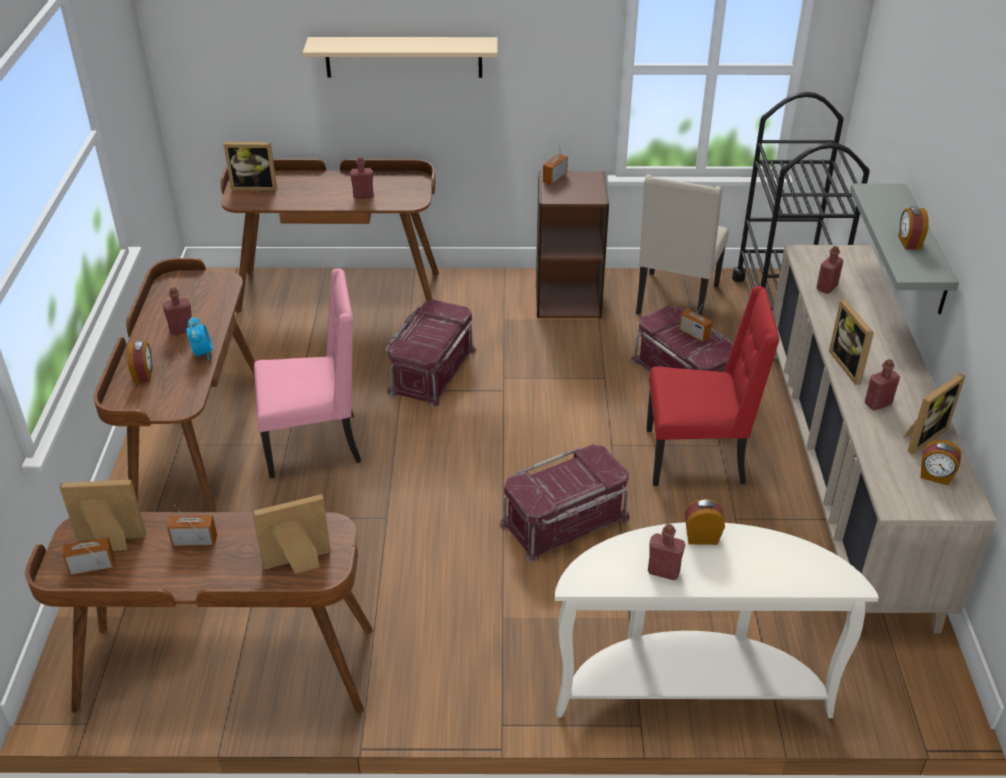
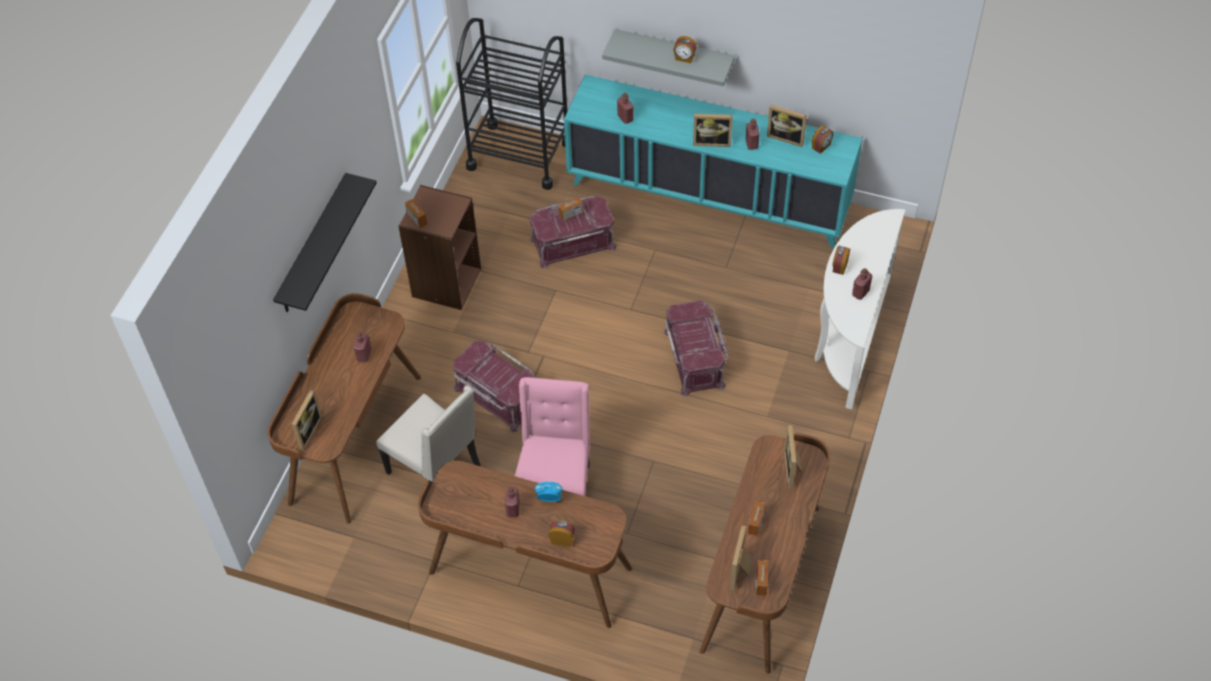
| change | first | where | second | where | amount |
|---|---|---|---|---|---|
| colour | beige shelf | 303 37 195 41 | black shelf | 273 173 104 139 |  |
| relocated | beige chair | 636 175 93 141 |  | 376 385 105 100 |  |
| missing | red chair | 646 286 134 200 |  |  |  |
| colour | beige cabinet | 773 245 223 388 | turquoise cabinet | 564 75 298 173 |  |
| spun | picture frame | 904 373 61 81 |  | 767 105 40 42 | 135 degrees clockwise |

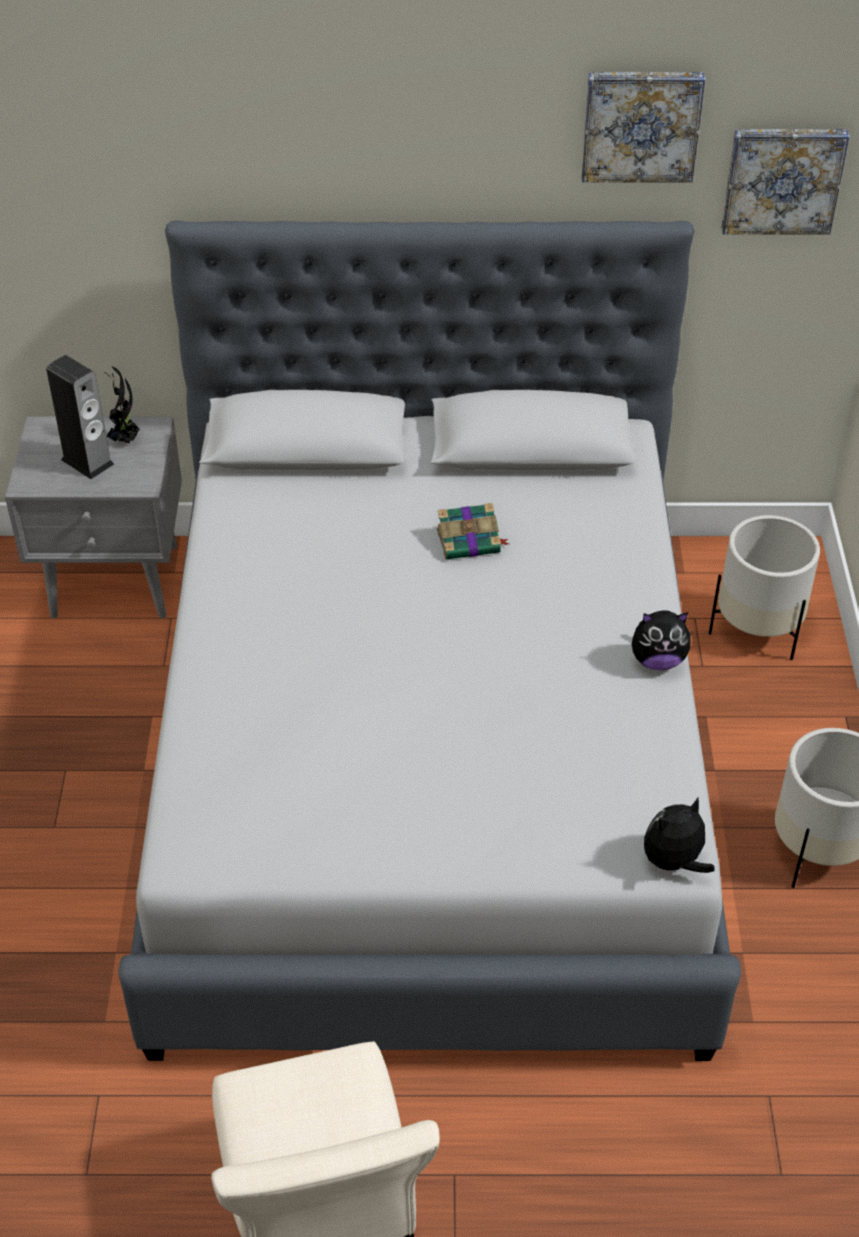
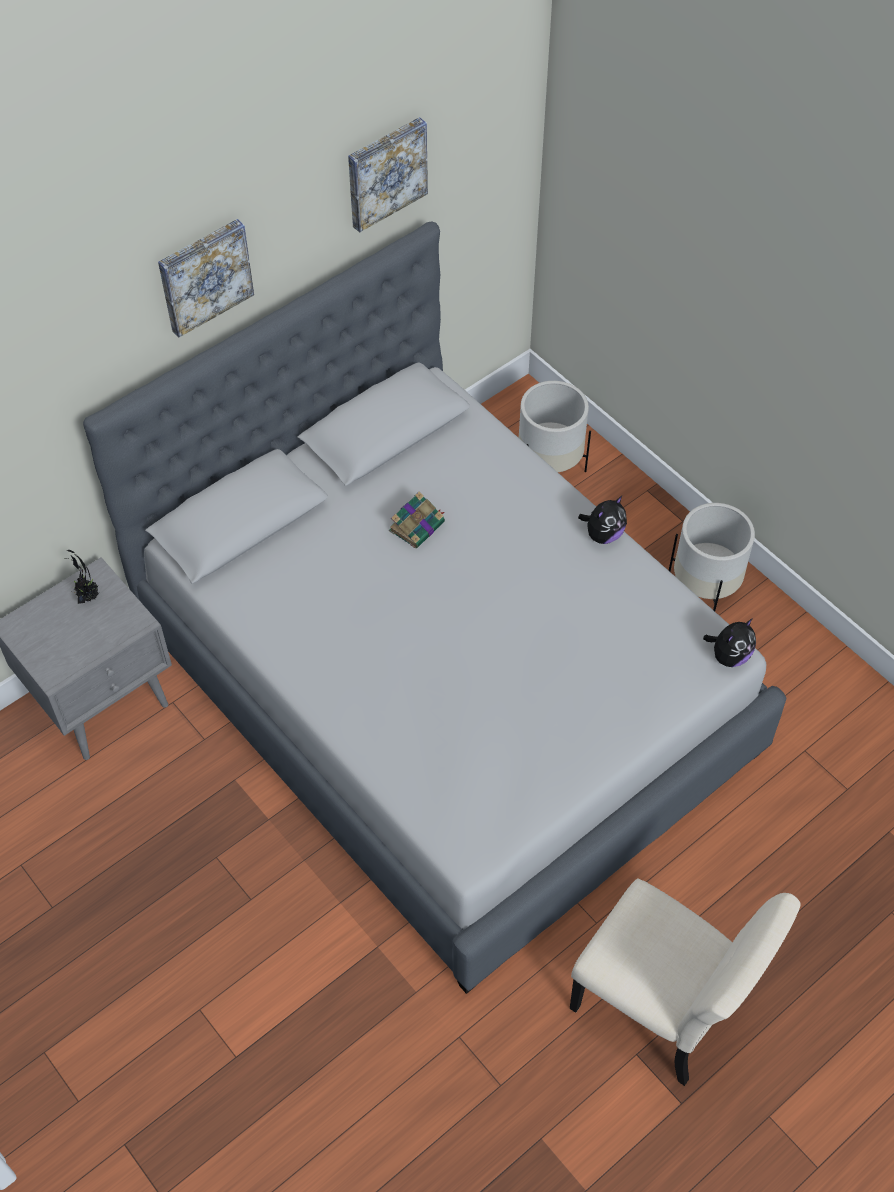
| change | first | where | second | where | amount |
|---|---|---|---|---|---|
| missing | speaker | 46 355 68 124 |  |  |  |
| spun | plush toy | 644 798 71 78 |  | 703 618 53 49 | 150 degrees counterclockwise |
| relocated | picture | 721 129 129 106 |  | 158 219 96 118 |  |

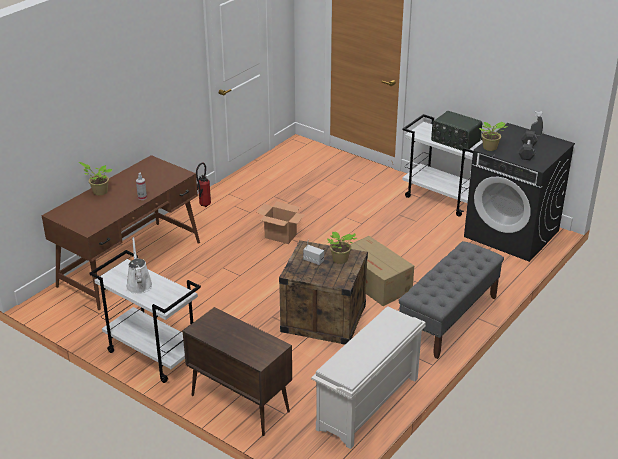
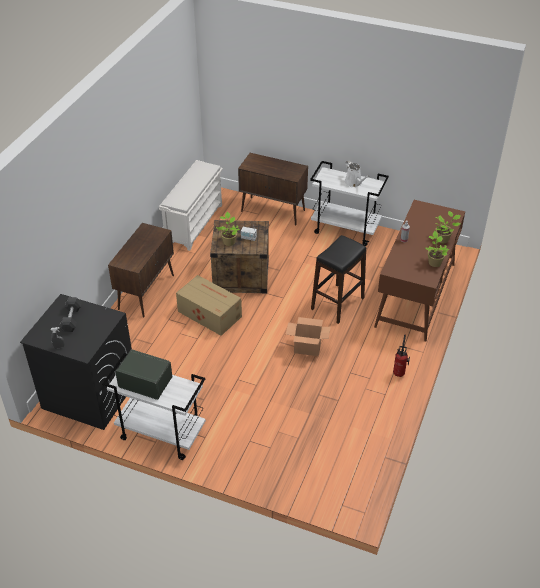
| change | first | where | second | where | amount |
|---|---|---|---|---|---|
| exchanged | grey bench | 399 241 105 118 | brown cabinet | 108 223 66 94 |  |
| relocated | potted plant | 479 122 28 29 |  | 425 231 24 36 |  |
| appeared |  |  | black stool | 311 235 55 89 |  |

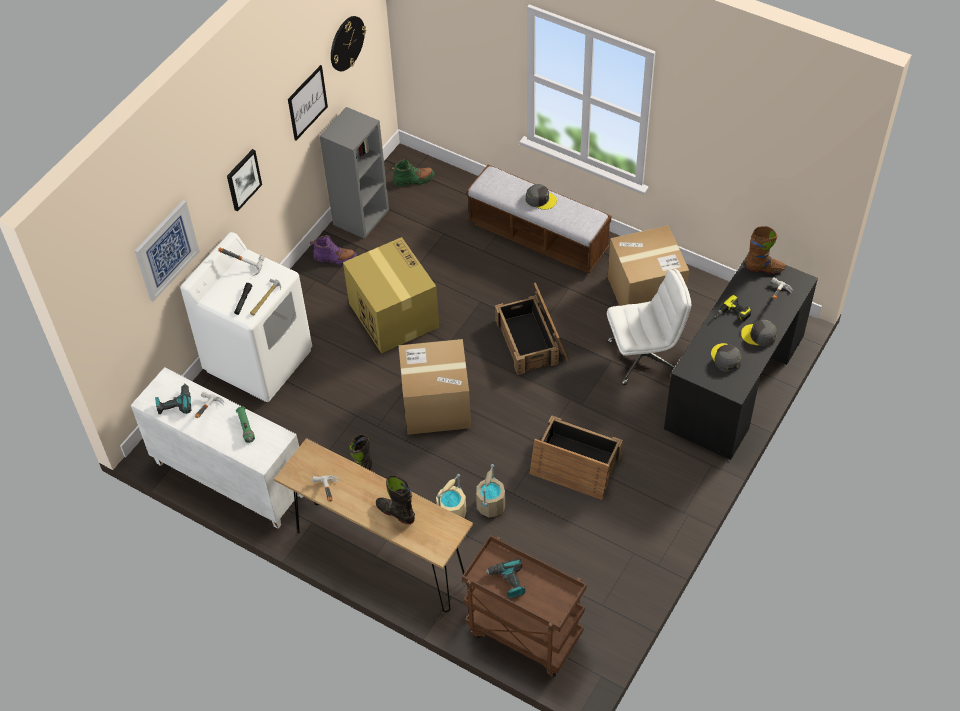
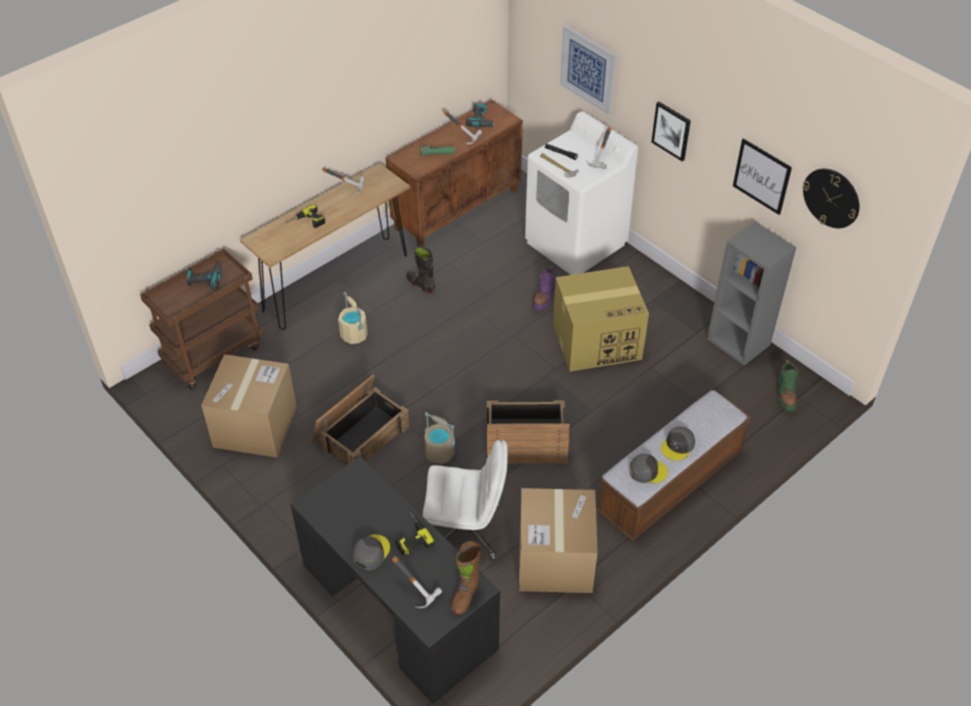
| change | first | where | second | where | amount |
|---|---|---|---|---|---|
| colour | white cabinet | 131 367 172 162 | brown cabinet | 386 100 137 146 |  |
| relocated | purple boot | 310 235 47 30 |  | 532 266 24 45 |  |
| exchanged | black boot | 376 475 39 49 | power drill | 285 205 40 23 |  |
| relocated | cardboard box | 399 339 72 96 |  | 201 354 96 104 |  |
| relocated | beige bucket | 476 464 29 53 |  | 424 412 31 52 |  |
| spun | white office chair | 607 269 84 116 |  | 423 440 85 120 | 90 degrees counterclockwise |
| relocated | grey cap | 711 343 31 29 |  | 629 454 39 29 |  |

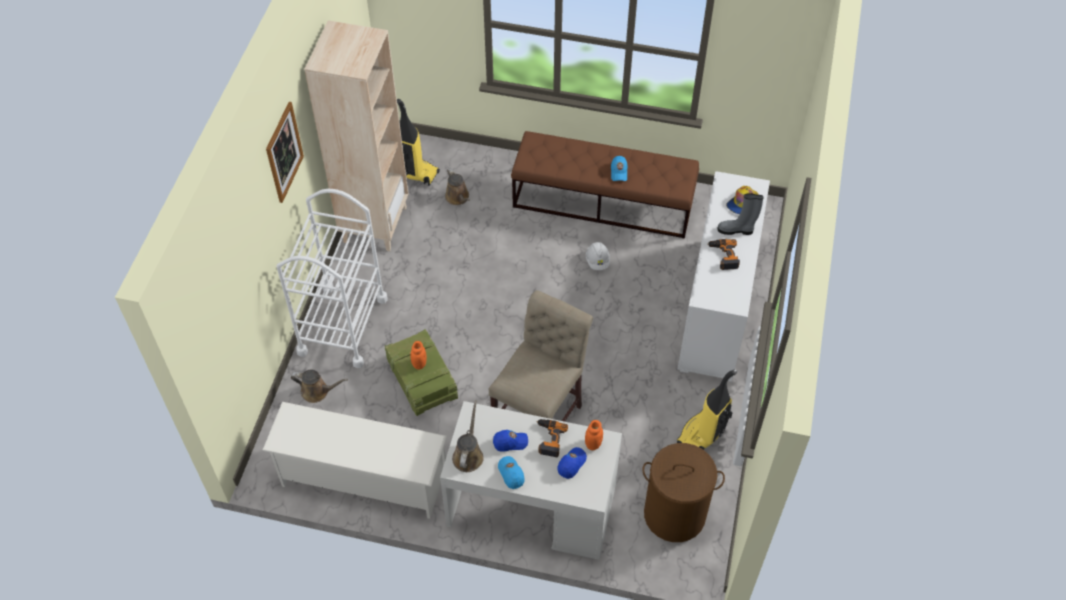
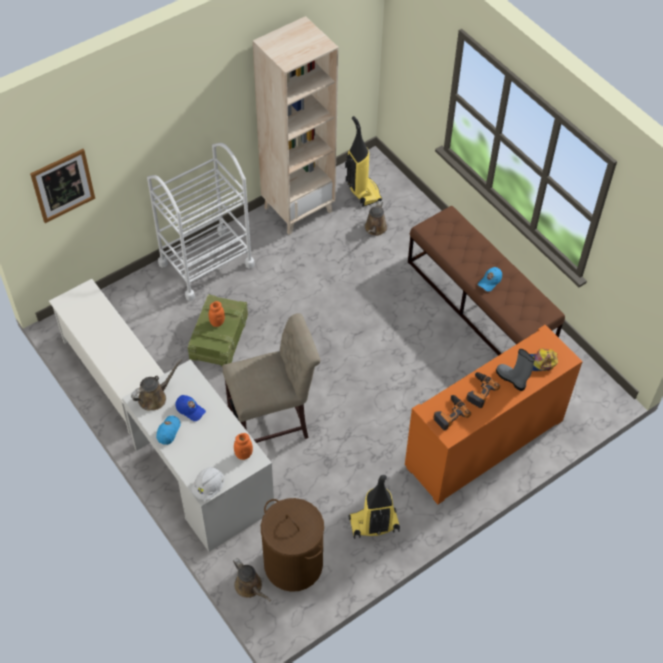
| change | first | where | second | where | amount |
|---|---|---|---|---|---|
| relocated | picture | 266 102 38 101 |  | 30 149 65 74 |  |
| relocated | brown watering can | 291 370 57 33 |  | 233 558 38 43 |  |
| relocated | power drill | 536 419 32 38 |  | 433 395 38 36 |  |
| missing | blue cap | 557 447 30 32 |  |  |  |
| relocated | white hard hat | 586 242 24 28 |  | 192 467 32 33 |  |
| colour | white cabinet | 677 171 93 211 | orange cabinet | 405 325 178 179 |  |

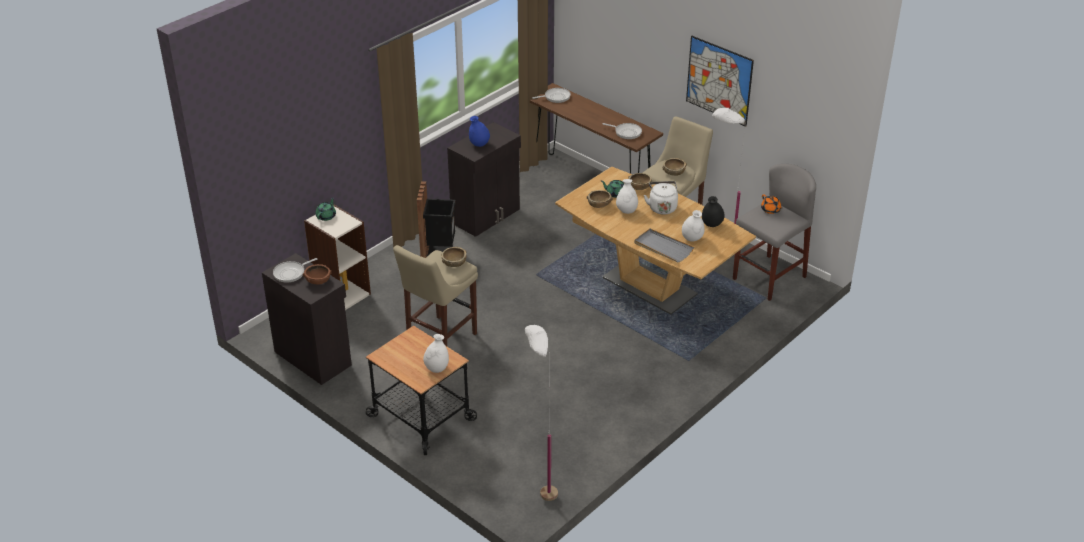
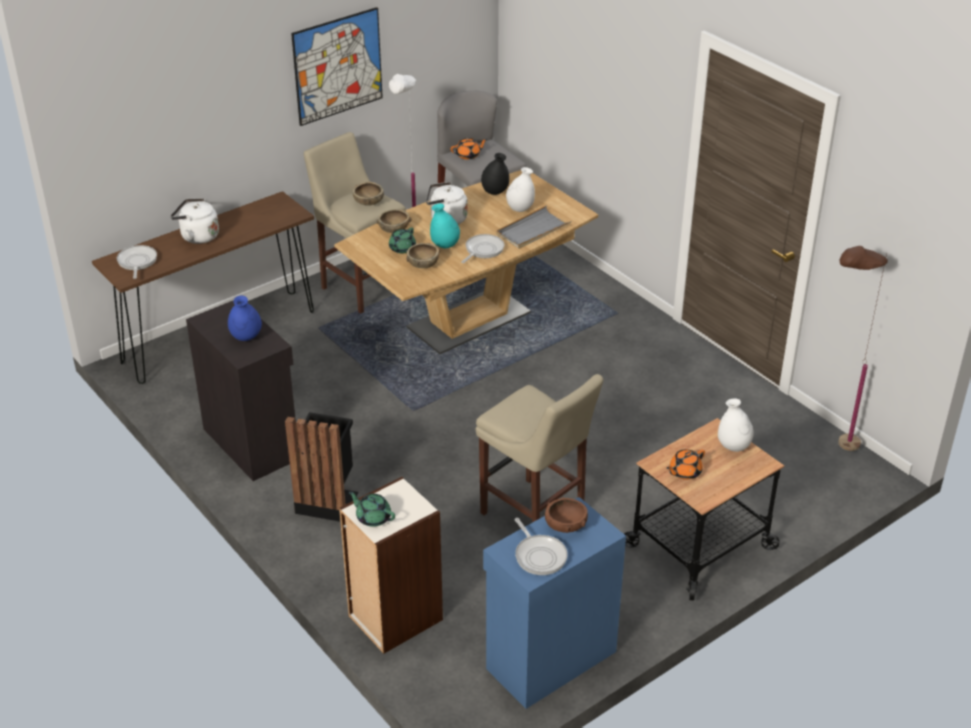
| change | first | where | second | where | amount |
|---|---|---|---|---|---|
| colour | black cabinet | 262 253 90 132 | blue cabinet | 483 497 143 212 |  |
| missing | brown bowl | 441 247 26 20 |  |  |  |
| colour | white floor lamp | 525 325 33 176 | brown floor lamp | 838 246 50 205 |  |
| relocated | frying pan | 603 123 39 16 |  | 461 234 43 29 |  |
| colour | white vase | 616 179 22 35 | turquoise vase | 430 203 30 45 |  |
| appeared |  |  | white kettle | 170 198 49 46 |  |
| appeared |  |  | orange teapot | 667 449 38 31 |  |

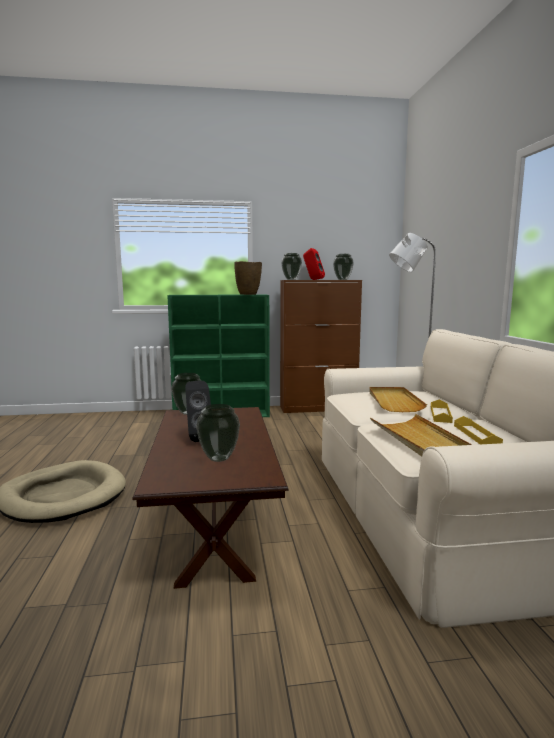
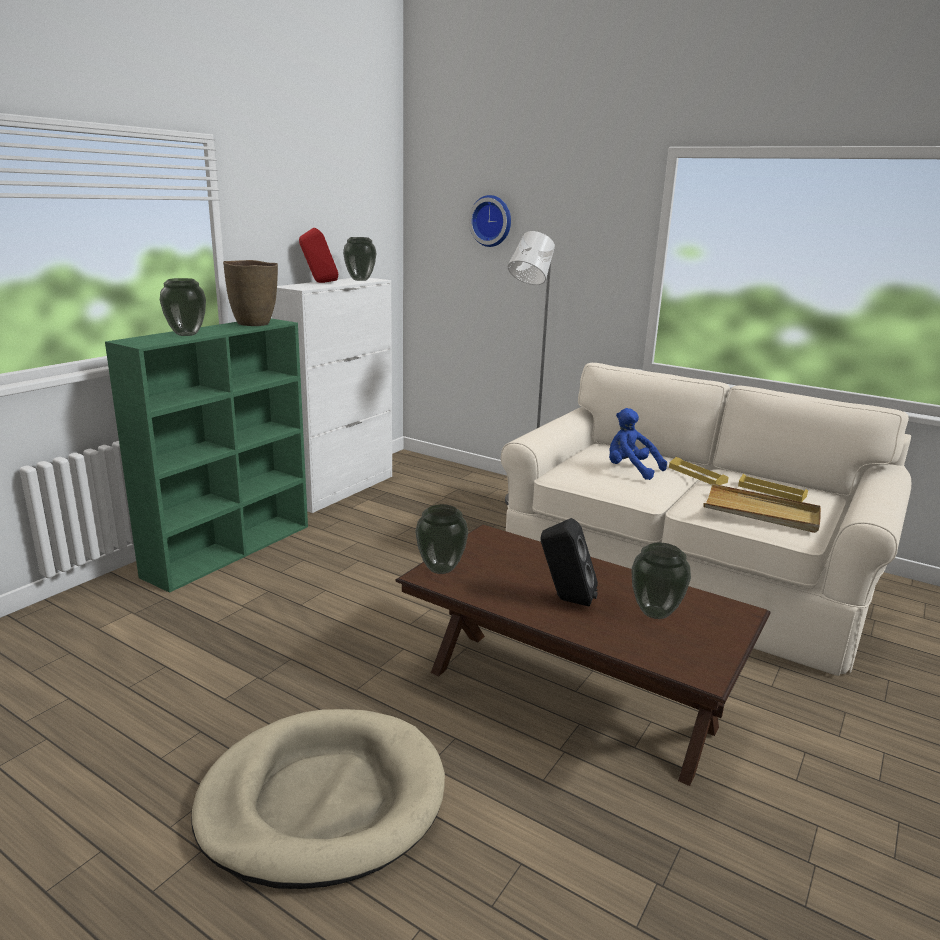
| change | first | where | second | where | amount |
|---|---|---|---|---|---|
| colour | brown cabinet | 280 280 82 133 | white cabinet | 272 278 120 235 |  |
| relocated | vase | 281 253 21 27 |  | 160 278 46 58 |  |
| exchanged | beige tray | 369 387 58 25 | blue plush toy | 609 408 58 72 |  |
| appeared |  |  | wall clock | 469 195 42 52 |  |

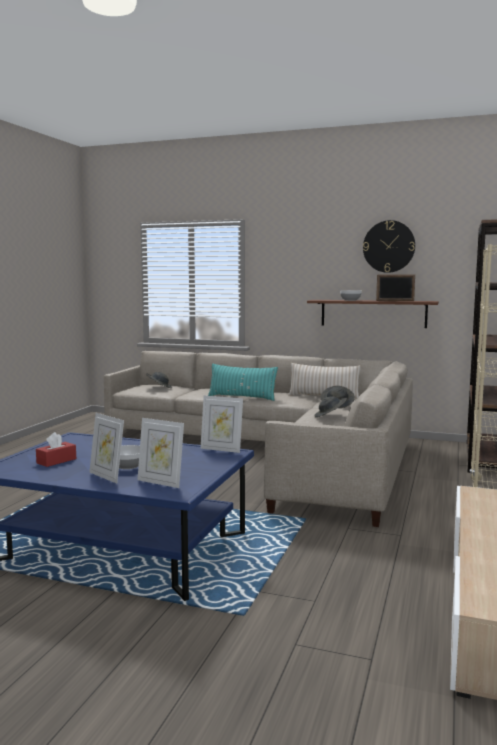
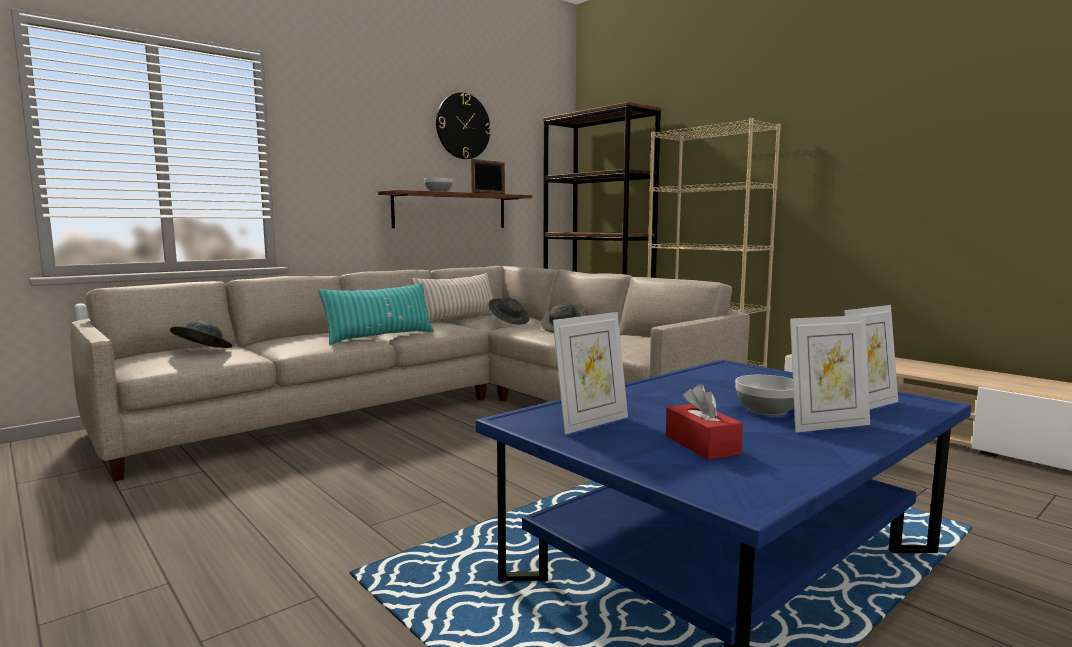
| change | first | where | second | where | amount |
|---|---|---|---|---|---|
| relocated | picture frame | 200 395 43 58 |  | 553 312 75 122 |  |

